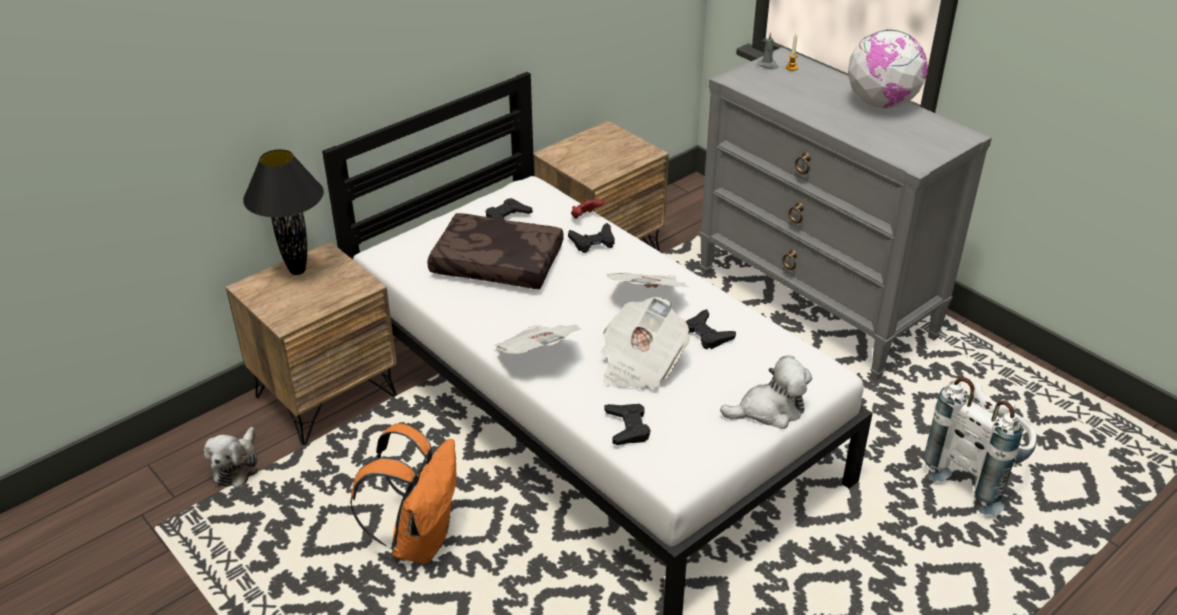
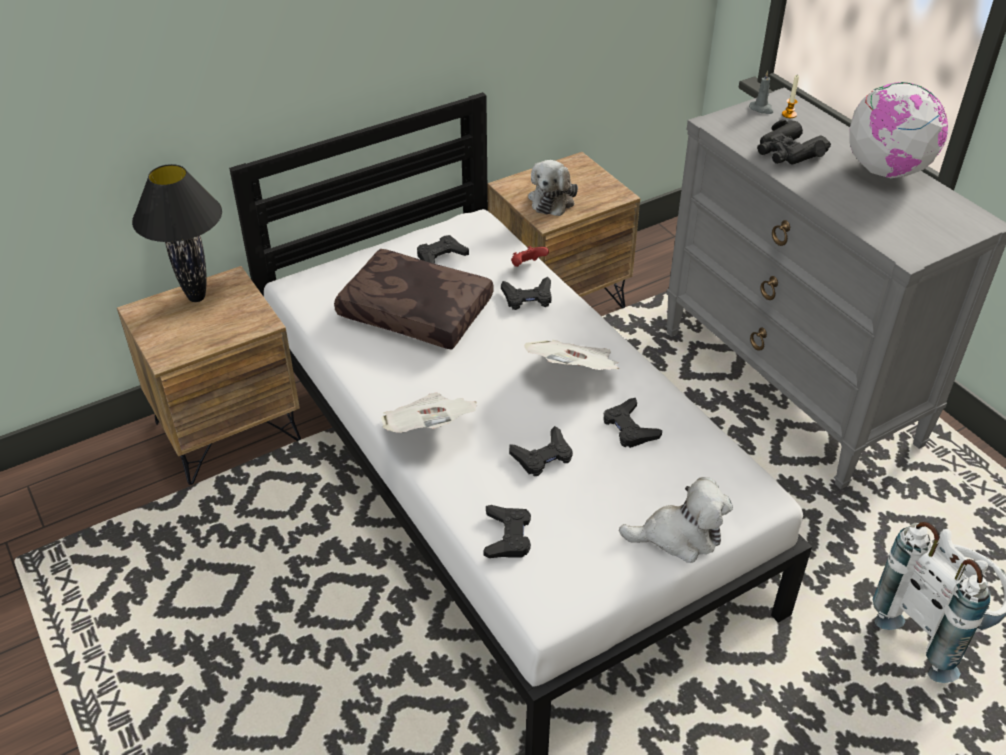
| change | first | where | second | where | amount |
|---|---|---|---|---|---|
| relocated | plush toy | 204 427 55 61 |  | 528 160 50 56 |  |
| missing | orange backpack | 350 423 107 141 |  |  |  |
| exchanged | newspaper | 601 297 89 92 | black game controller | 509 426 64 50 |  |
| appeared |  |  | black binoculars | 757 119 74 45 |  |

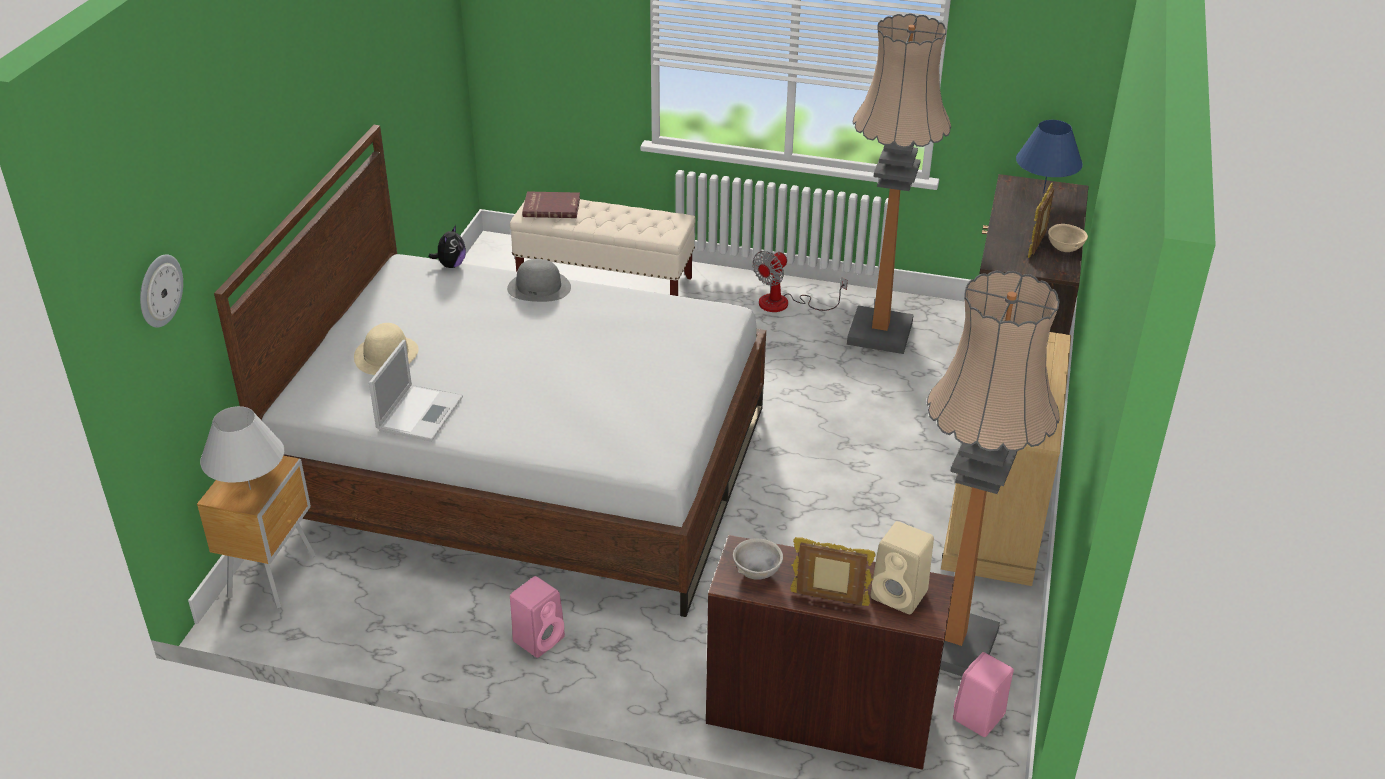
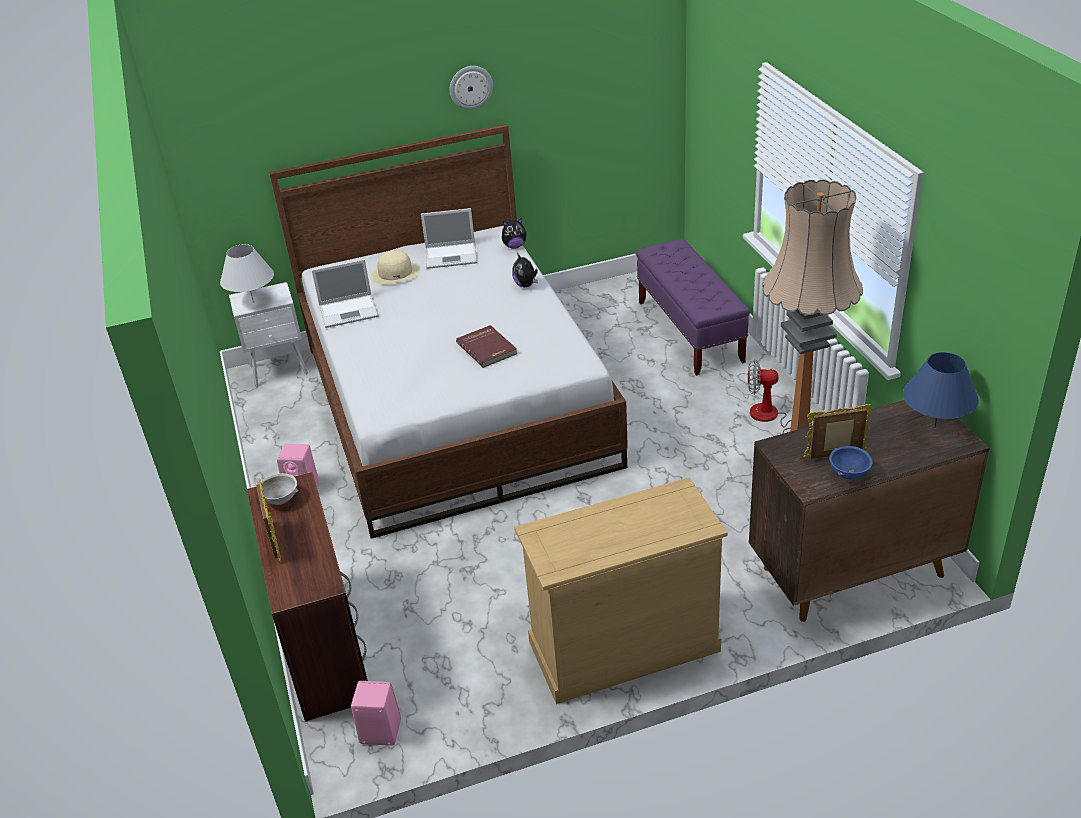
| change | first | where | second | where | amount |
|---|---|---|---|---|---|
| relocated | wall clock | 140 254 43 74 |  | 450 66 43 44 |  |
| colour | brown nightstand | 197 456 119 153 | white nightstand | 229 282 79 105 |  |
| exchanged | grey hat | 507 259 64 43 | plush toy | 512 253 26 34 |  |
| colour | beige bench | 510 199 186 97 | purple bench | 636 239 114 137 |  |
| relocated | red book | 522 191 58 27 |  | 456 325 61 43 |  |
| missing | beige speaker | 871 521 63 94 |  |  |  |
| missing | floor lamp | 927 270 133 406 |  |  |  |
| colour | beige bowl | 1048 224 40 28 | blue bowl | 829 446 44 33 |  |
| appeared |  |  | laptop | 421 208 56 61 |  |

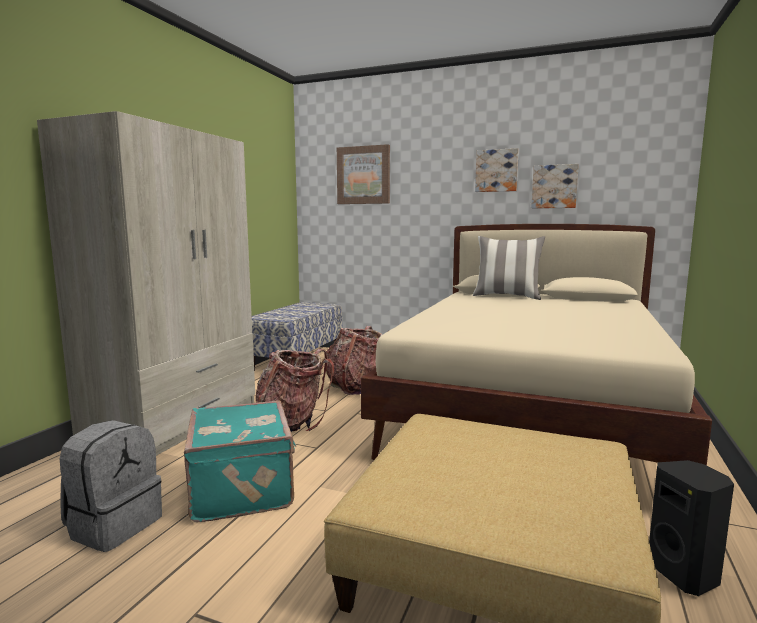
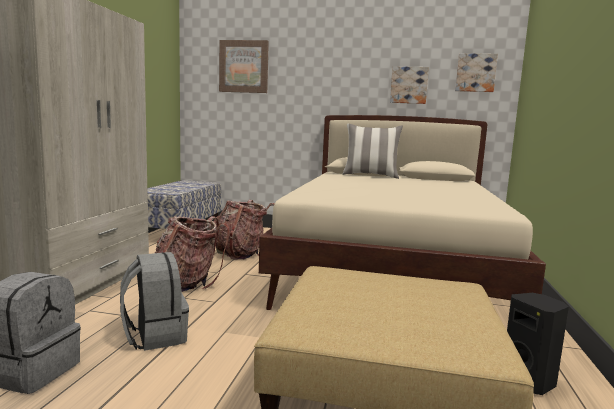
| change | first | where | second | where | amount |
|---|---|---|---|---|---|
| exchanged | turquoise suitcase | 184 400 112 122 | grey backpack | 120 252 69 99 |  |
| relocated | picture | 475 148 44 44 |  | 455 53 43 39 |  |

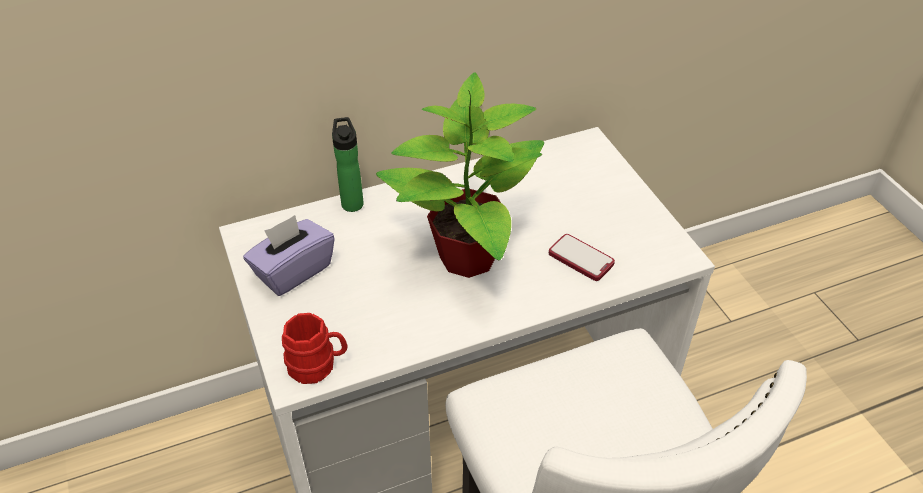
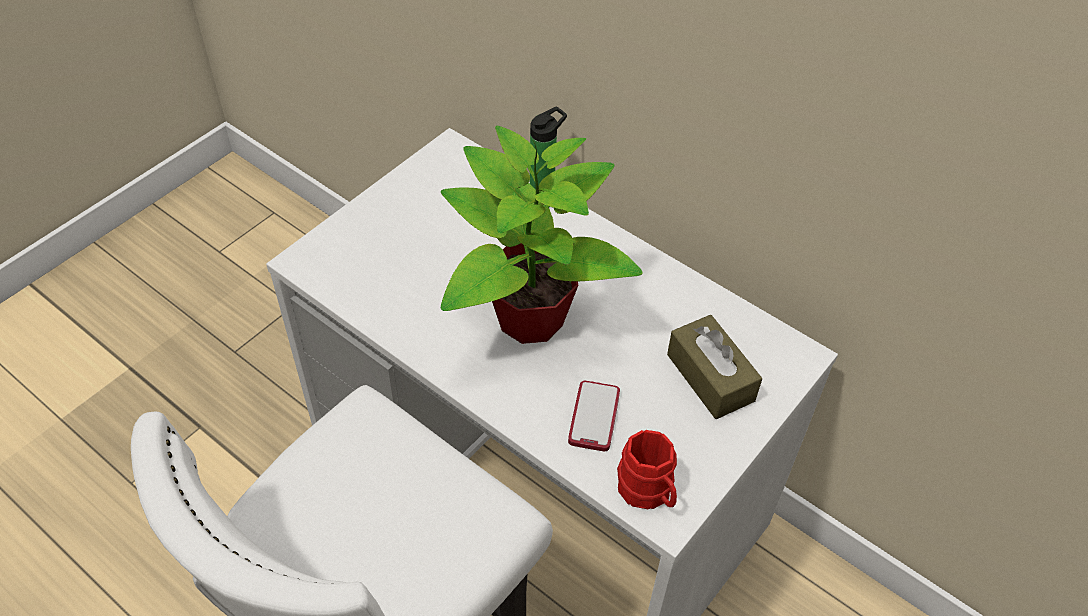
| change | first | where | second | where | amount |
|---|---|---|---|---|---|
| missing | purple tissue box | 243 215 92 81 |  |  |  |
| relocated | red mug | 282 313 66 71 |  | 617 430 60 79 |  |
| appeared |  |  | brown tissue box | 667 315 95 104 |  |

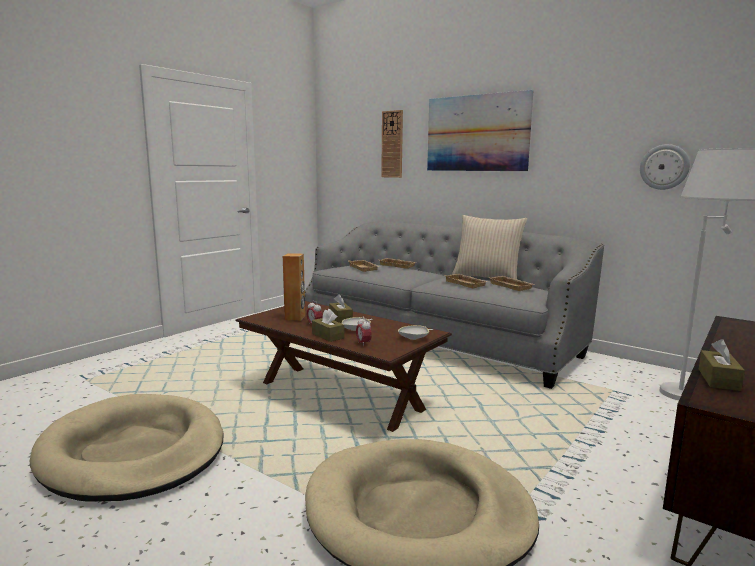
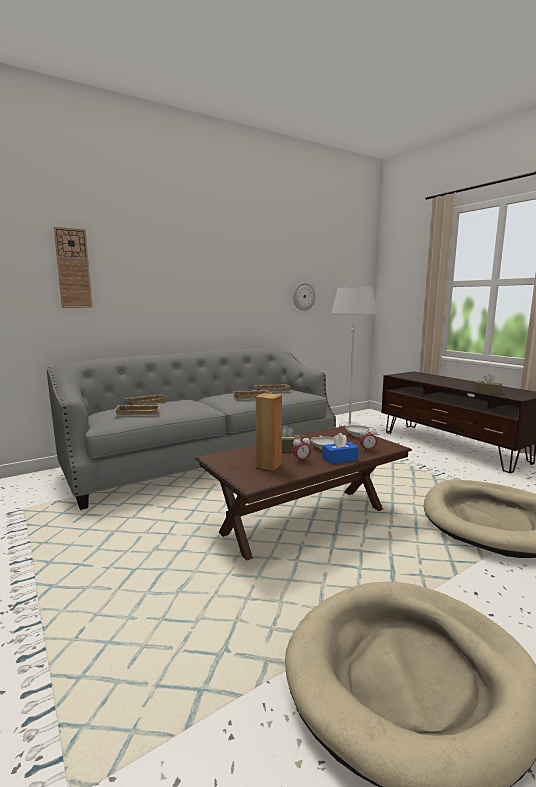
| change | first | where | second | where | amount |
|---|---|---|---|---|---|
| colour | brown tissue box | 312 309 32 33 | blue tissue box | 322 433 37 31 |  |
| missing | picture | 427 90 106 81 |  |  |  |
| missing | beige pillow | 452 215 75 64 |  |  |  |

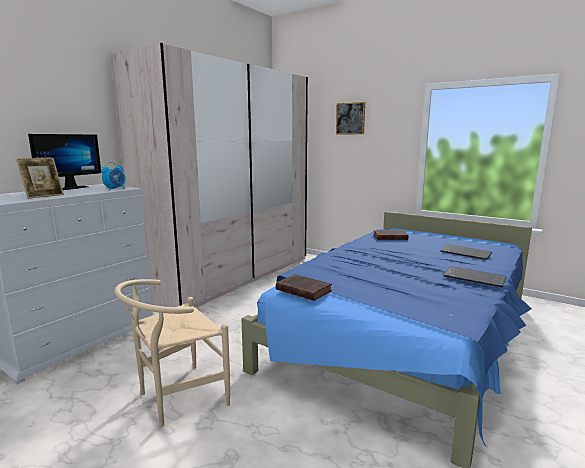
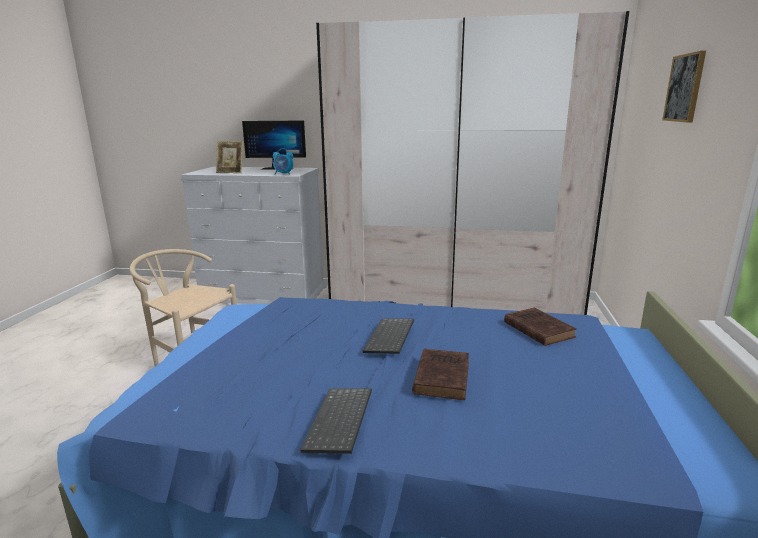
| change | first | where | second | where | amount |
|---|---|---|---|---|---|
| relocated | brown book | 276 274 56 27 |  | 412 349 57 51 |  |
| relocated | keyboard | 440 244 52 16 |  | 363 318 51 36 |  |

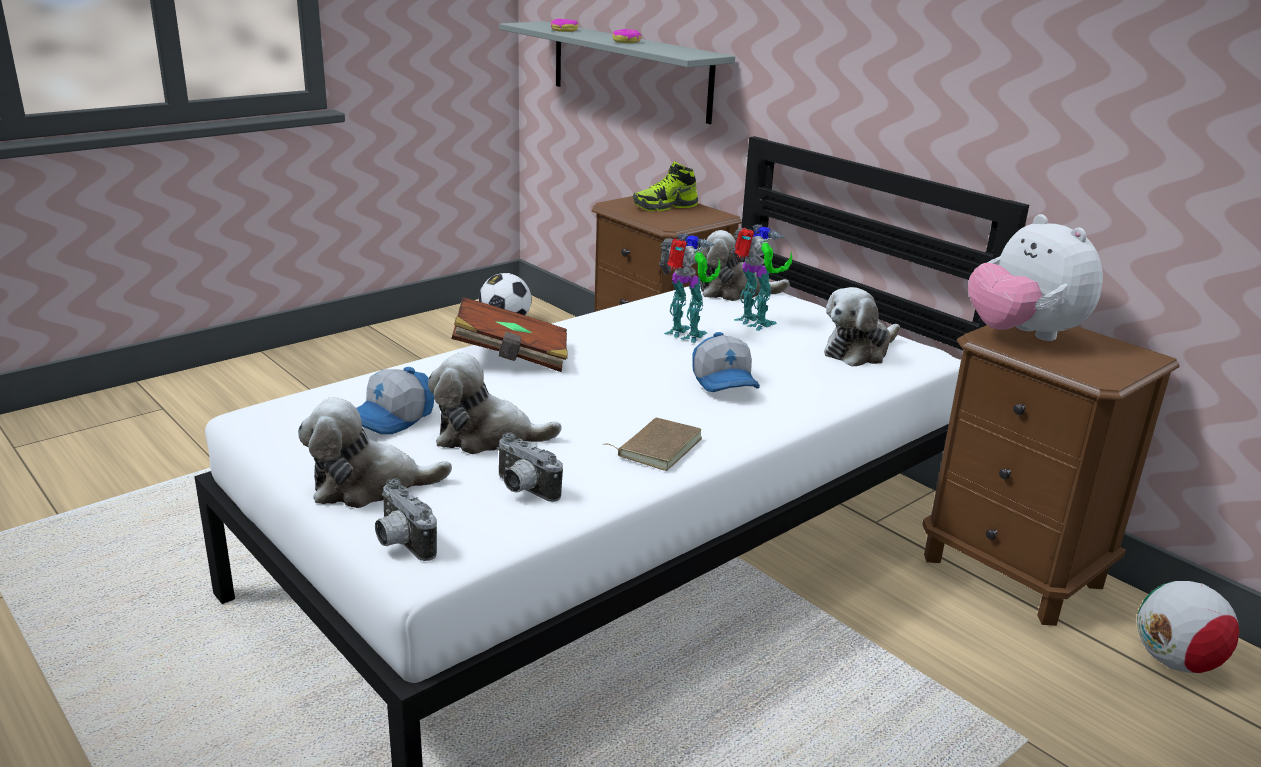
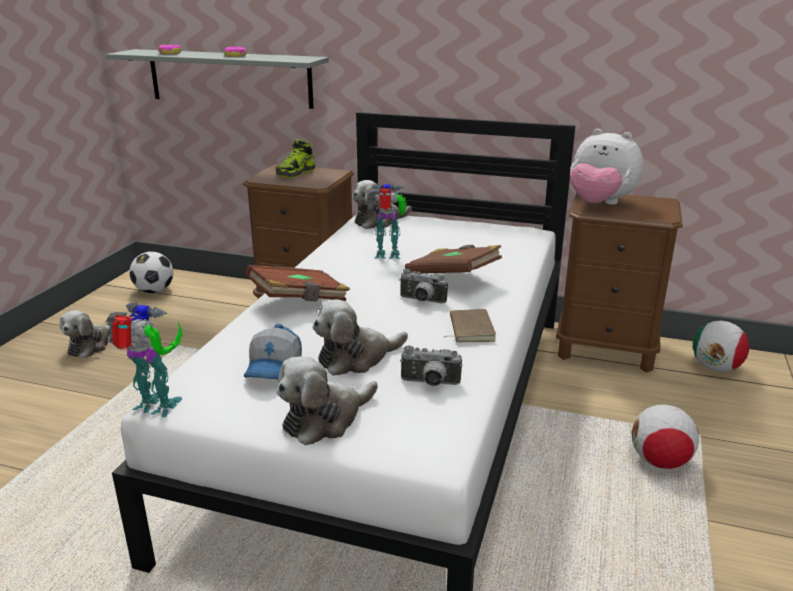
| change | first | where | second | where | amount |
|---|---|---|---|---|---|
| relocated | photo camera | 375 478 62 83 |  | 399 269 49 34 |  |
| exchanged | cap | 692 332 68 60 | brown book | 405 245 97 29 |  |
| relocated | toy robot | 731 224 61 107 |  | 105 302 78 116 |  |
| relocated | plush toy | 824 287 76 79 |  | 60 310 50 48 |  |
| appeared |  |  | football | 631 405 68 64 |  |

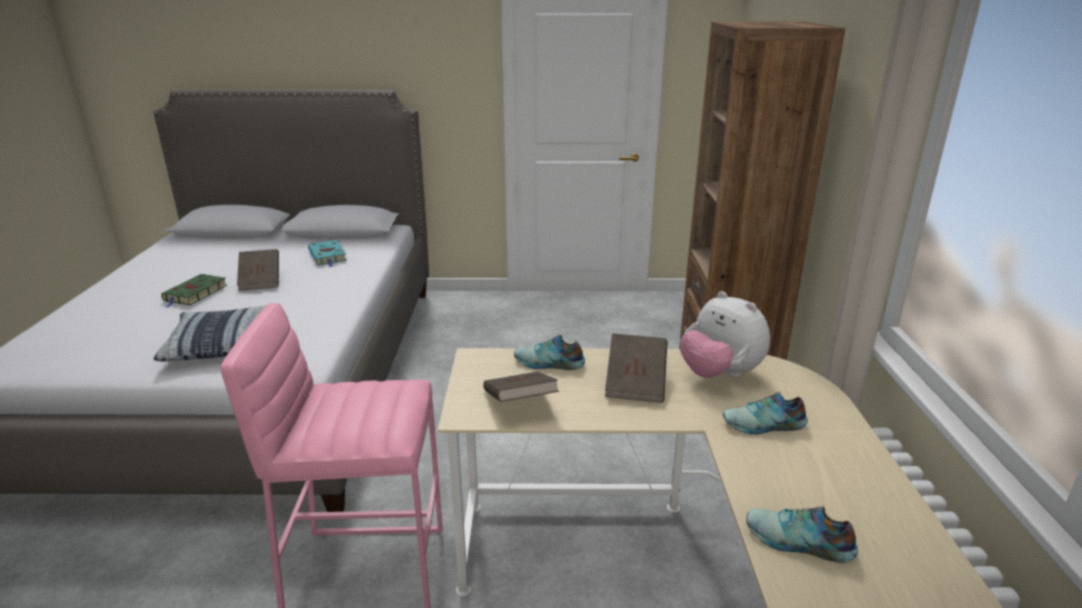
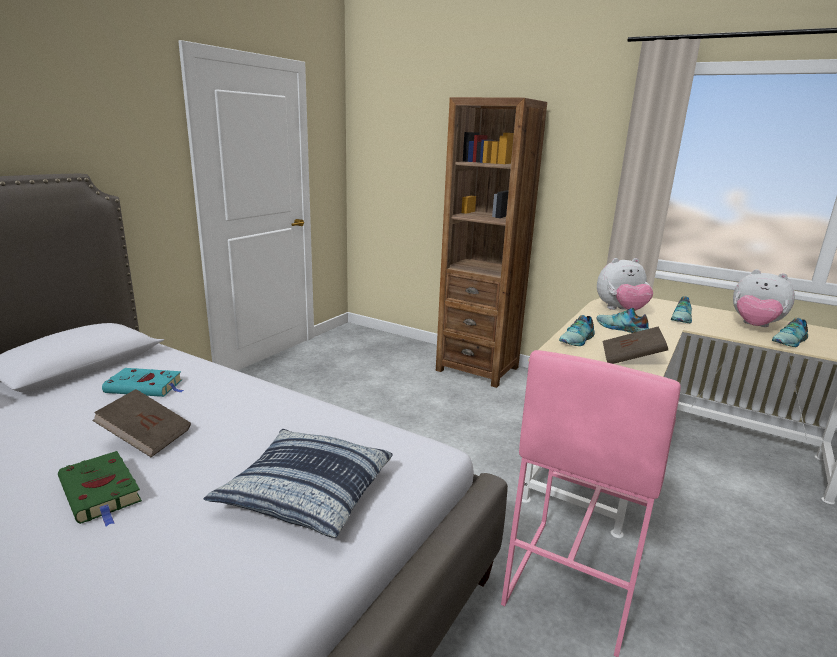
| change | first | where | second | where | amount |
|---|---|---|---|---|---|
| exchanged | brown book | 605 333 63 70 | shoe | 596 308 53 25 |  |
| appeared |  |  | plush toy | 733 269 62 58 |  |

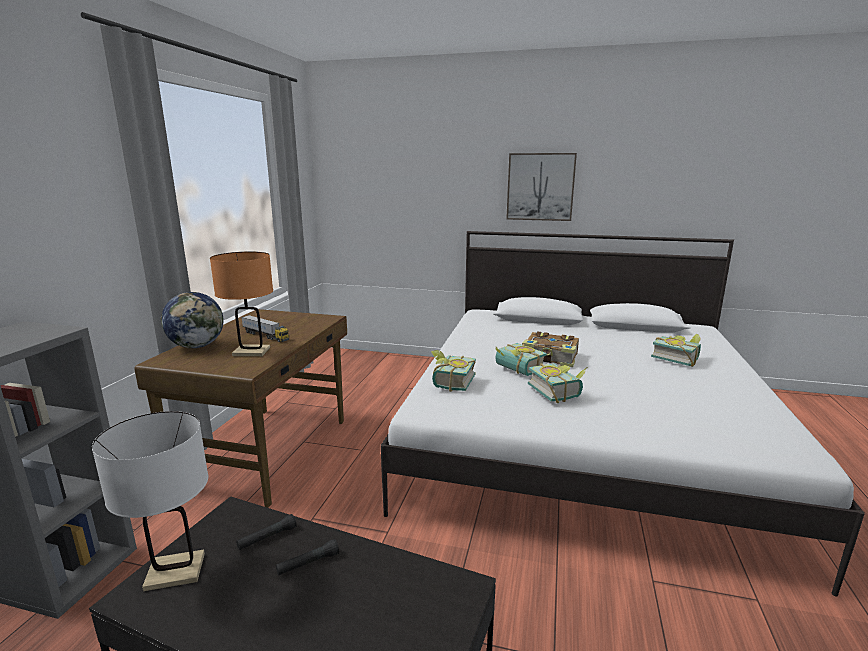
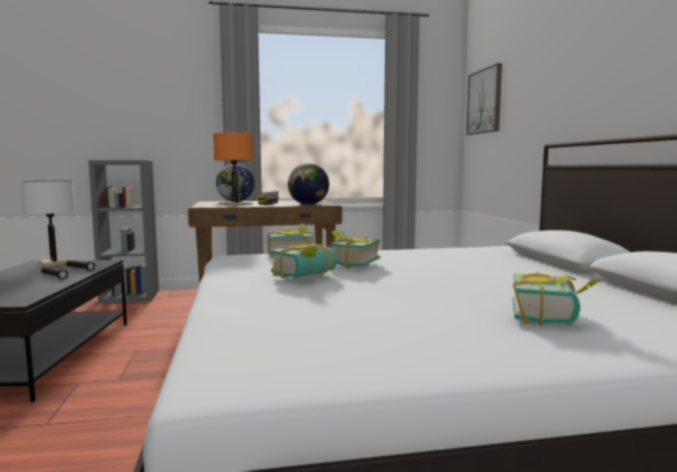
| change | first | where | second | where | amount |
|---|---|---|---|---|---|
| relocated | picture | 506 153 71 68 |  | 466 63 36 72 |  |
| missing | book | 522 331 57 36 |  |  |  |
| appeared |  |  | globe | 288 163 41 42 |  |

